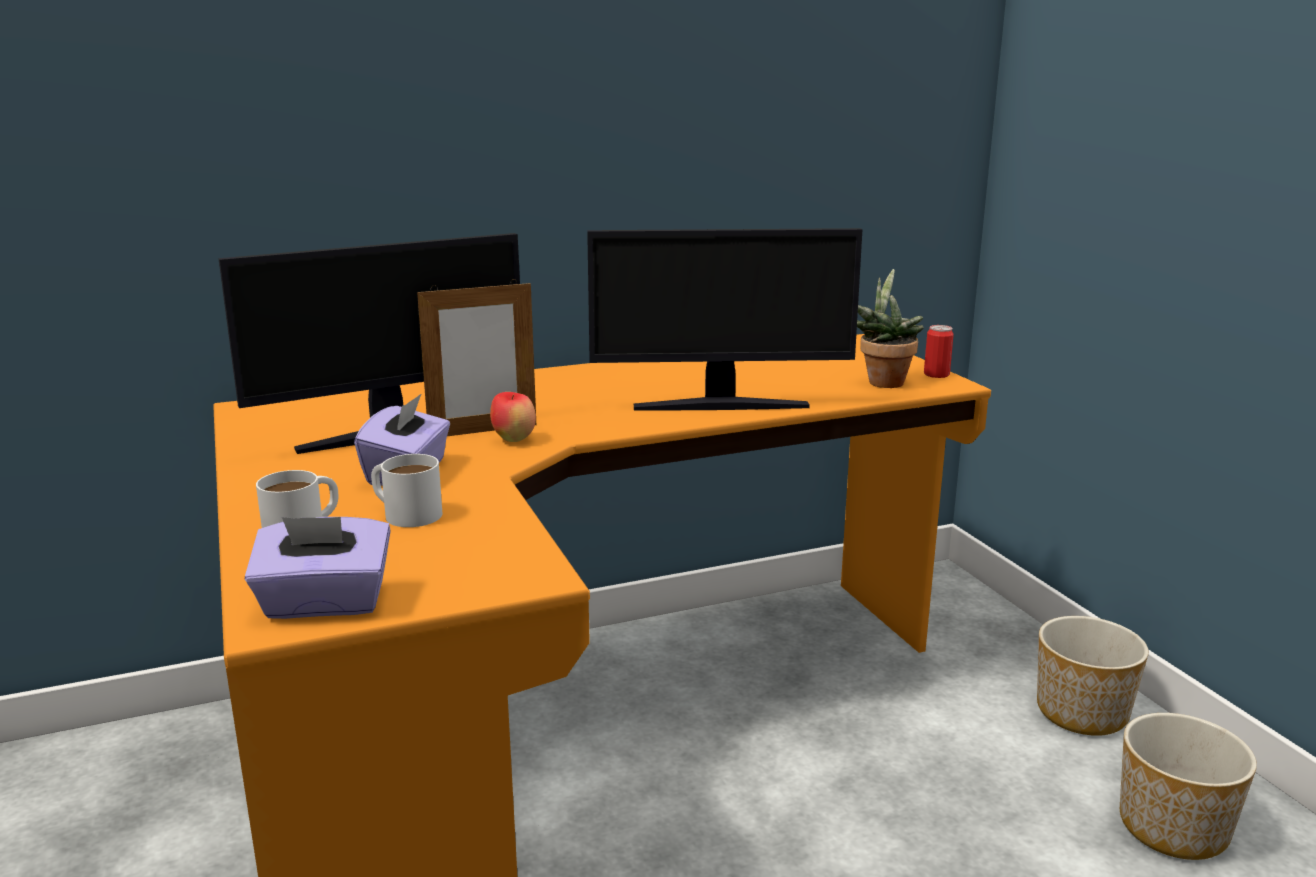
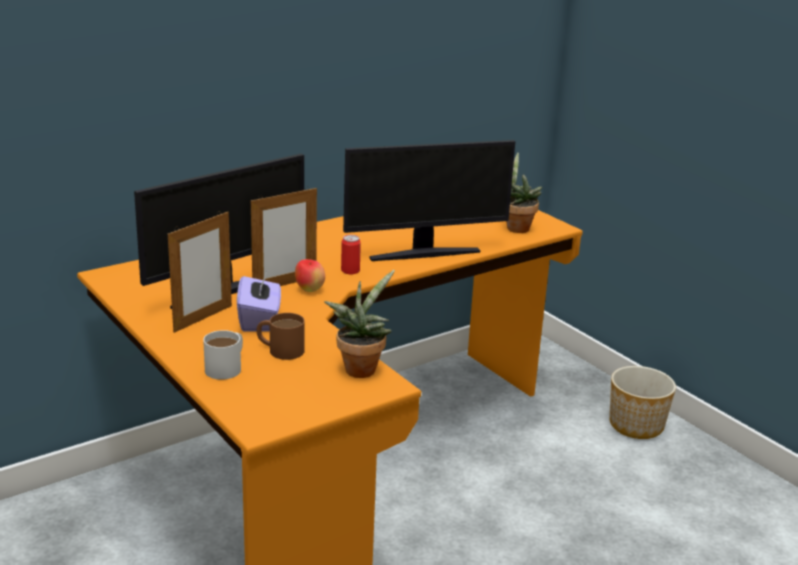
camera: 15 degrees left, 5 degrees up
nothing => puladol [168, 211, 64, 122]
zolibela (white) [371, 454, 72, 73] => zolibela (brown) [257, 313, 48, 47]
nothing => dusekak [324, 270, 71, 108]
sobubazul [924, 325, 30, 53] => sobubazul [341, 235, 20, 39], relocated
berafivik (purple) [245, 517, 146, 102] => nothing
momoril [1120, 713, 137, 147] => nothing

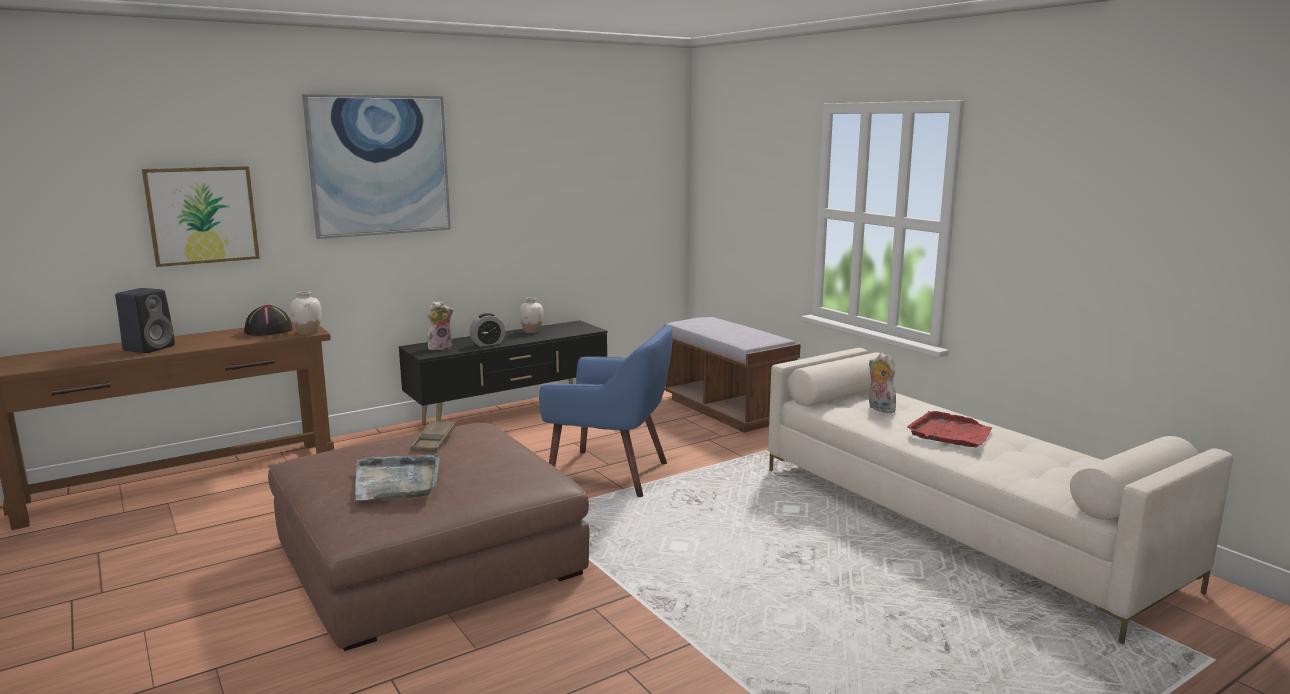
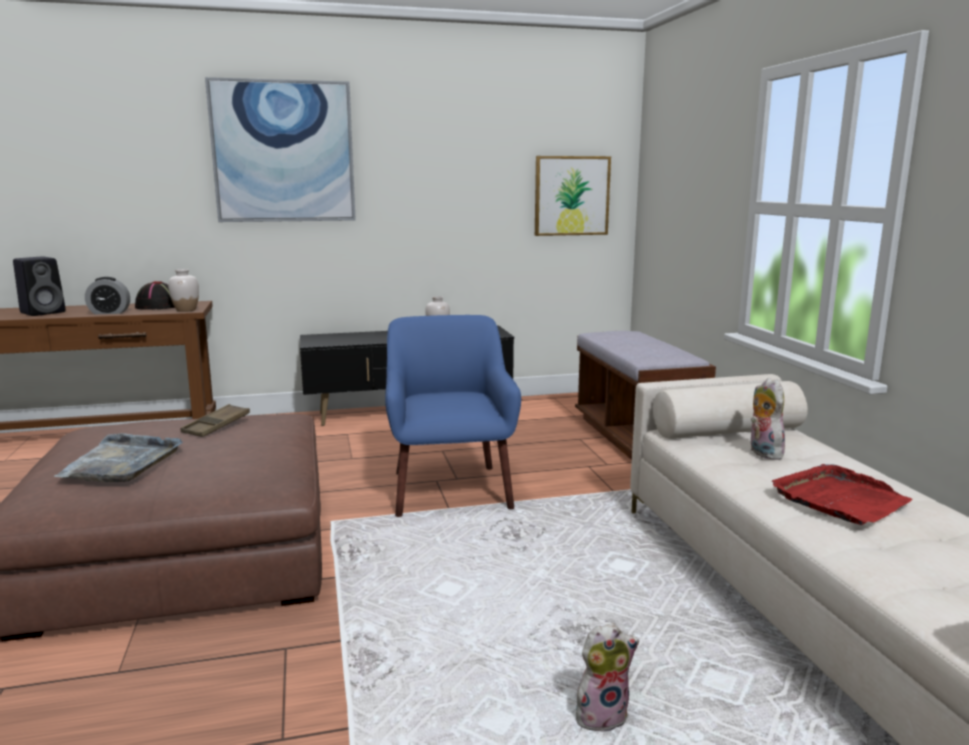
camera: 20 degrees right, 0 degrees up
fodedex [469, 313, 36, 34] => fodedex [85, 277, 45, 37], relocated
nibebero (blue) [539, 326, 134, 171] => nibebero (blue) [385, 315, 136, 202], 135 degrees counterclockwise
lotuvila [142, 166, 118, 101] => lotuvila [535, 156, 76, 80], relocated
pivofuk [427, 301, 26, 49] => pivofuk [576, 624, 63, 108], relocated

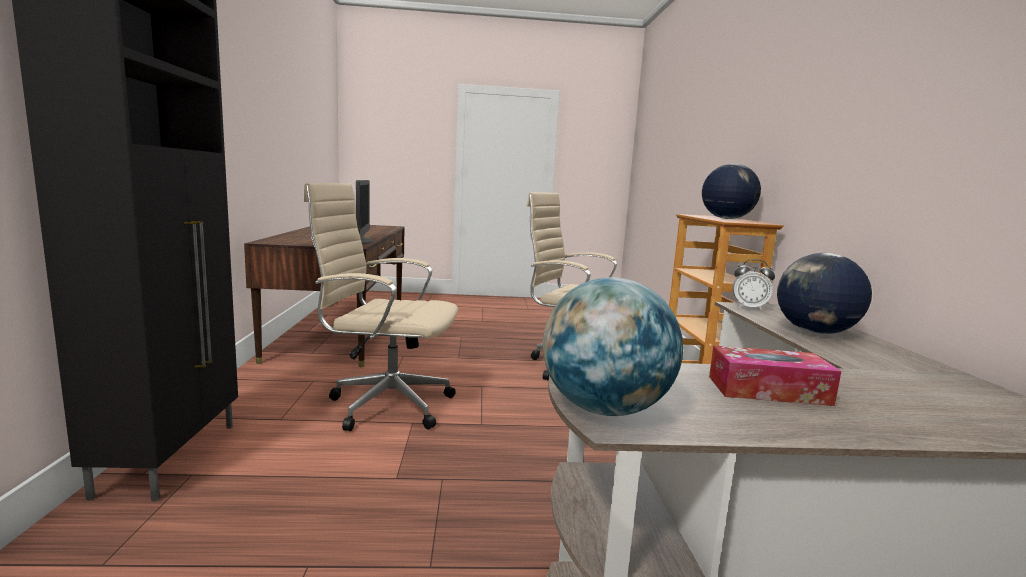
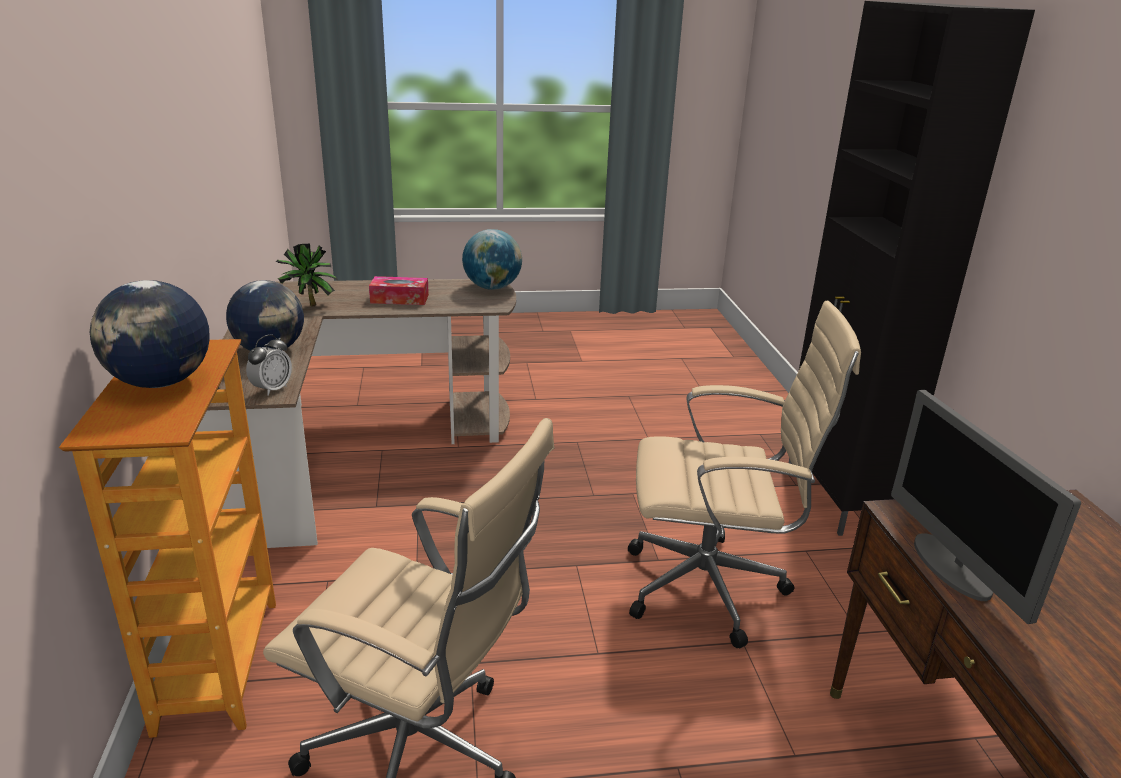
camera: 175 degrees right, 15 degrees up
fodedex [732, 259, 43, 52] => fodedex [246, 334, 46, 62], 105 degrees clockwise
nothing => dusekak [276, 244, 62, 63]

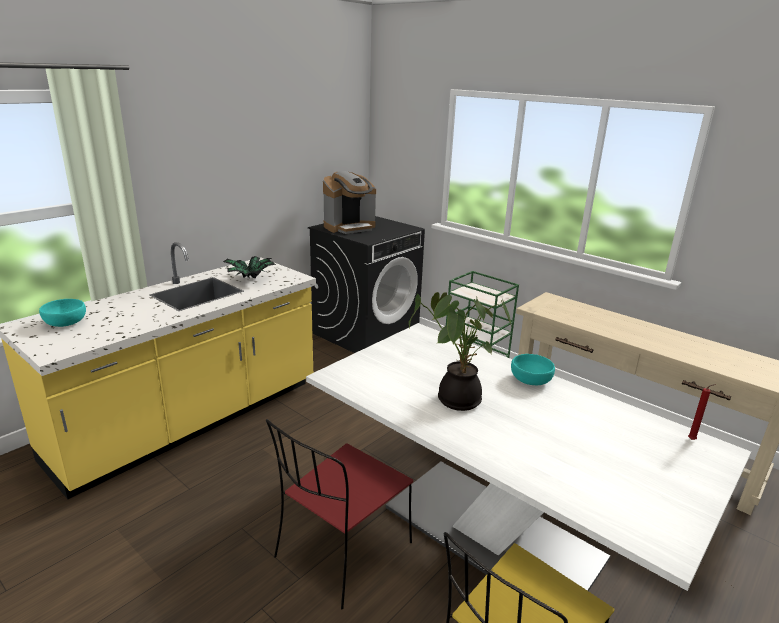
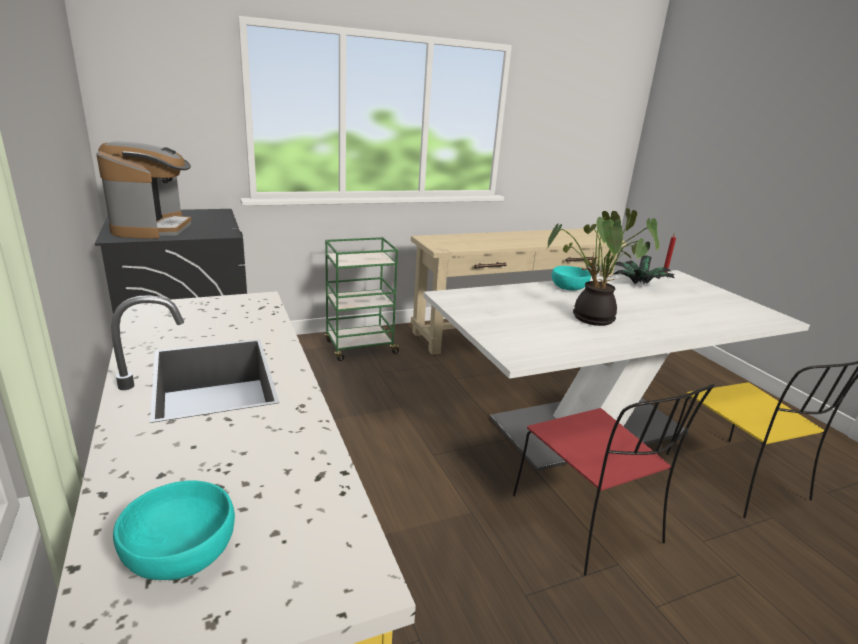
camera: 65 degrees left, 0 degrees up
dusekak [223, 256, 53, 23] => dusekak [614, 255, 61, 29], relocated

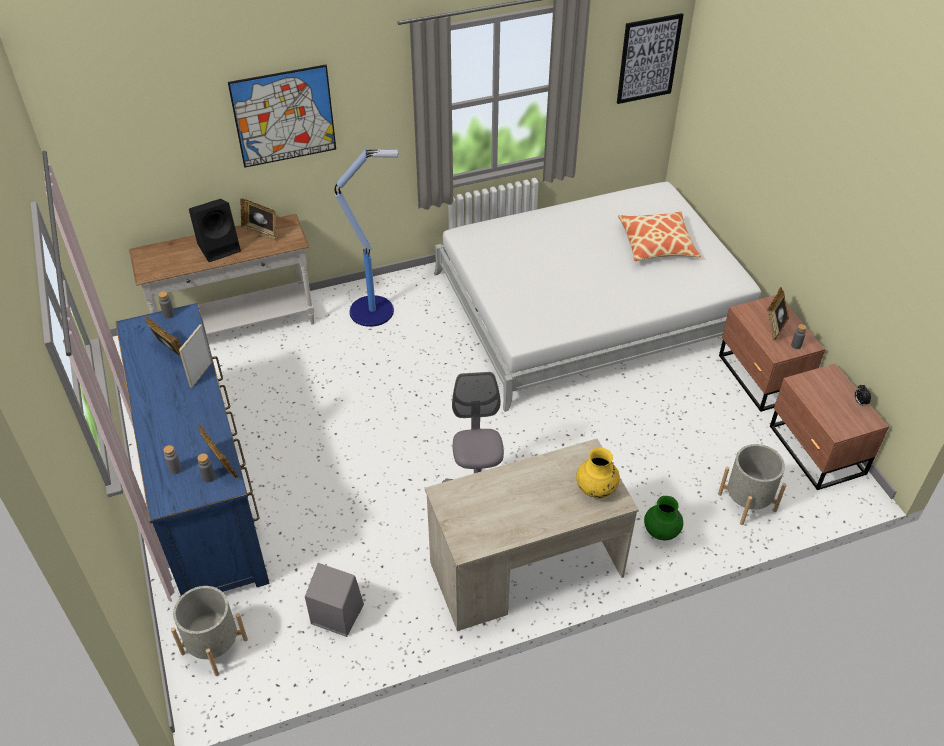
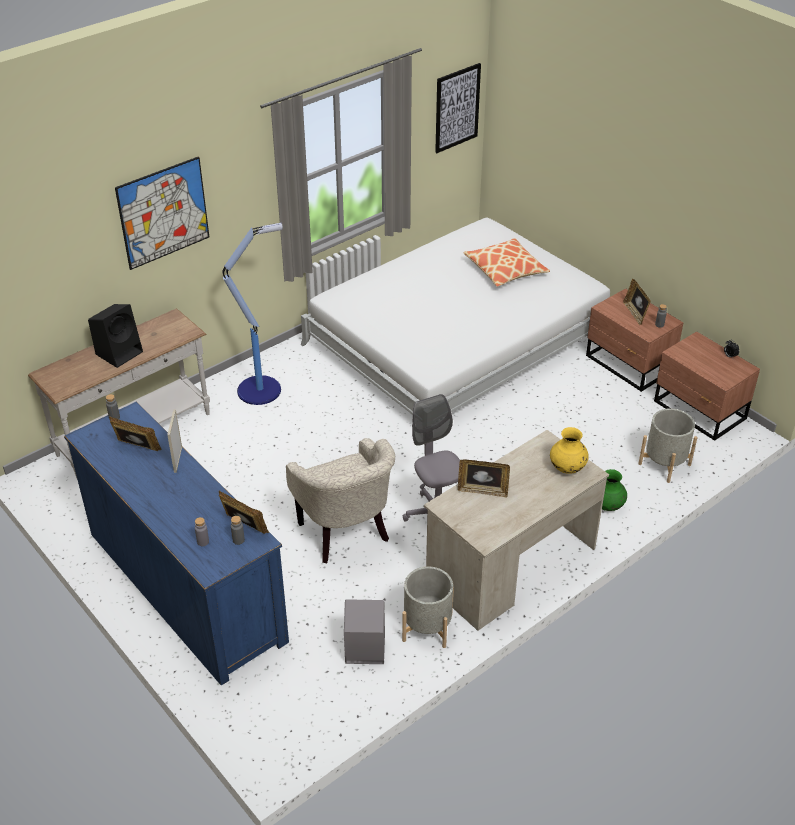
camera: 20 degrees left, 5 degrees down
nothing => nibebero (beige) [286, 438, 109, 125]
momoril (grey) [171, 586, 77, 90] => momoril (grey) [402, 566, 52, 82], relocated
puladol [240, 199, 37, 42] => puladol [458, 460, 52, 38], relocated

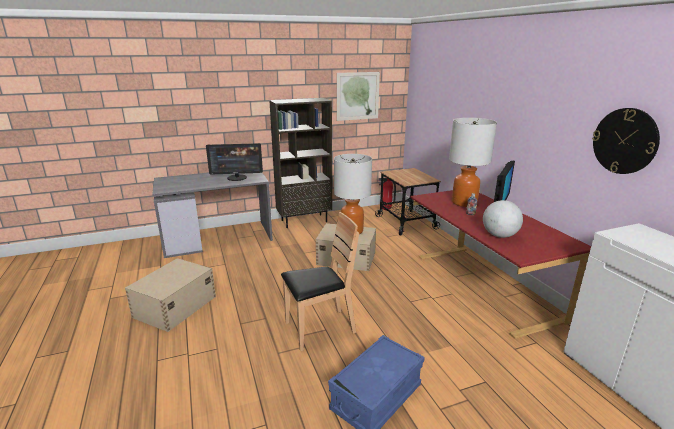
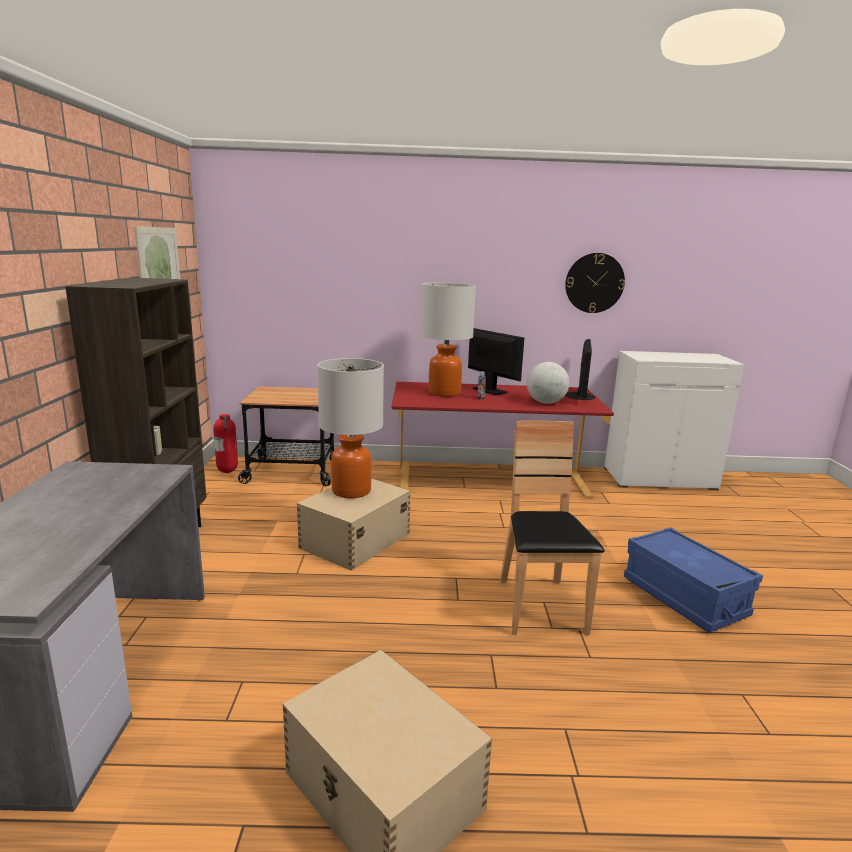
camera: 70 degrees left, 5 degrees down
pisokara [206, 143, 57, 38] => pisokara [565, 339, 30, 61], relocated

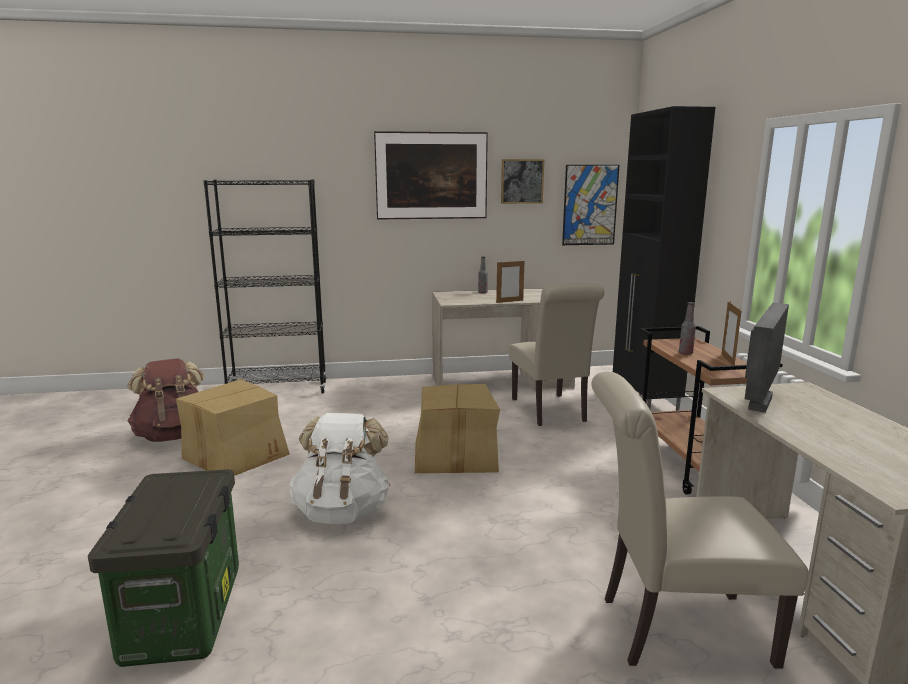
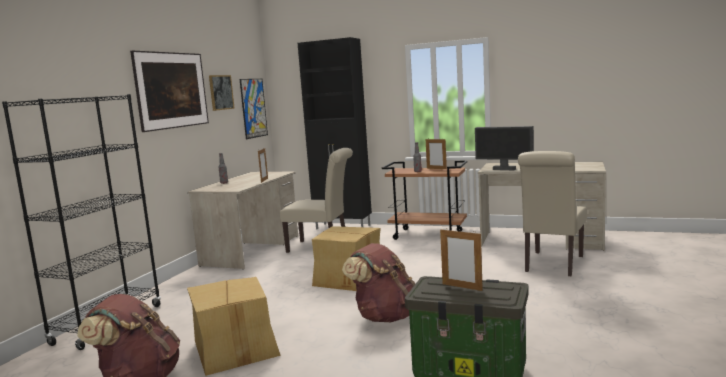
camera: 60 degrees left, 5 degrees down
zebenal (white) [290, 413, 100, 111] => zebenal (brown) [342, 243, 73, 79]
nothing => puladol [440, 228, 43, 63]
pisokara [745, 303, 44, 110] => pisokara [475, 126, 59, 44], 150 degrees clockwise

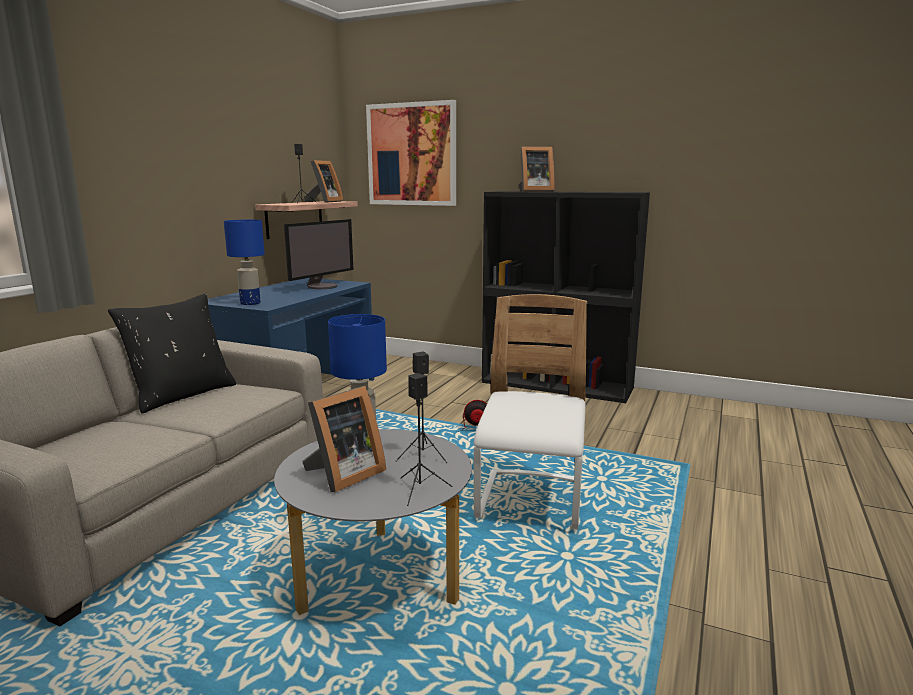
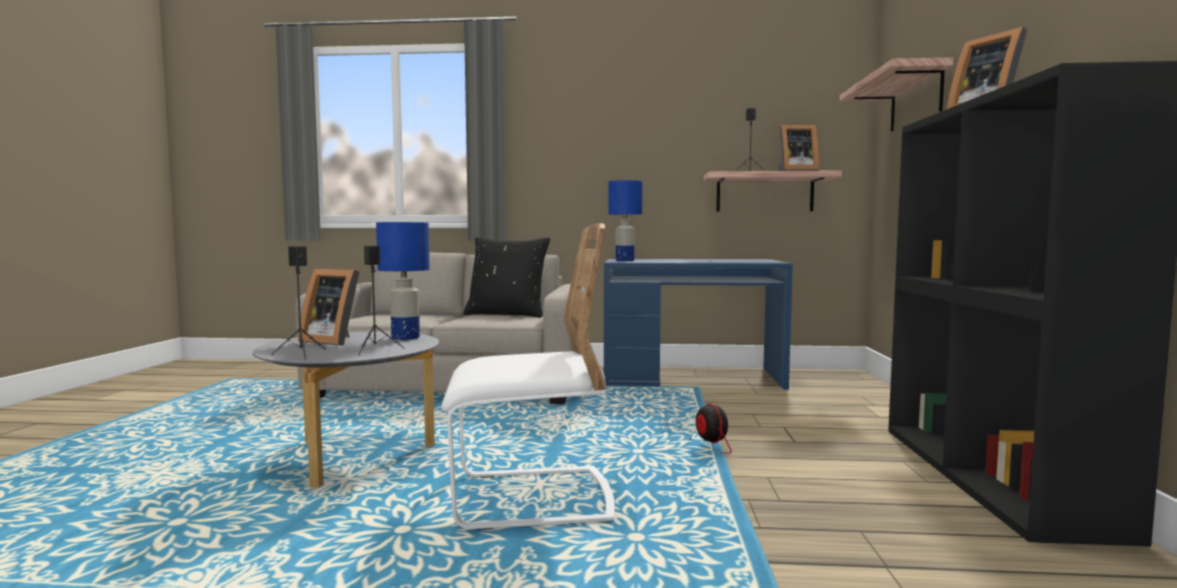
camera: 70 degrees right, 10 degrees down
lotuvila [366, 100, 90, 106] => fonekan [840, 57, 114, 74]
pisokara [284, 219, 70, 70] => nothing

